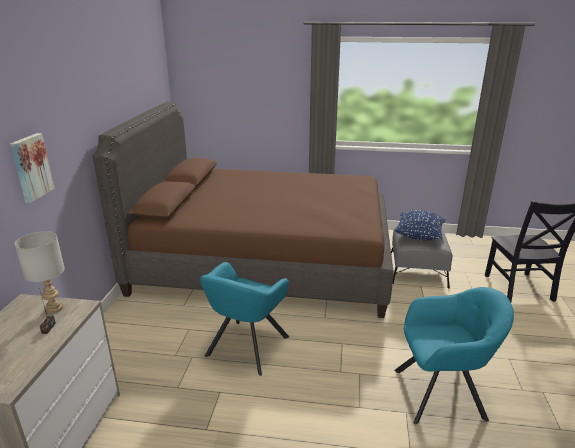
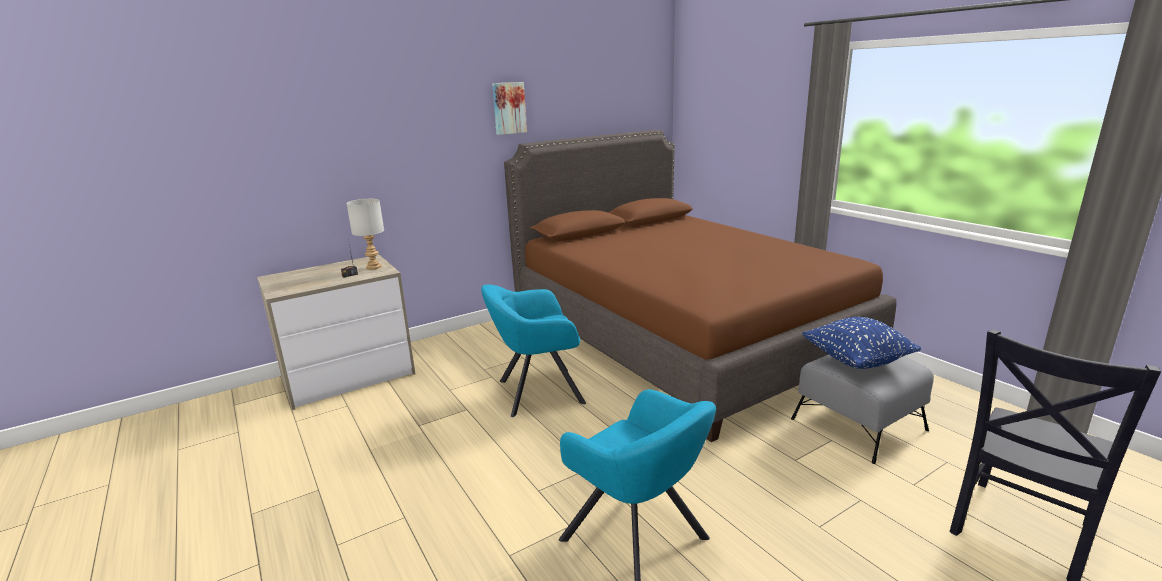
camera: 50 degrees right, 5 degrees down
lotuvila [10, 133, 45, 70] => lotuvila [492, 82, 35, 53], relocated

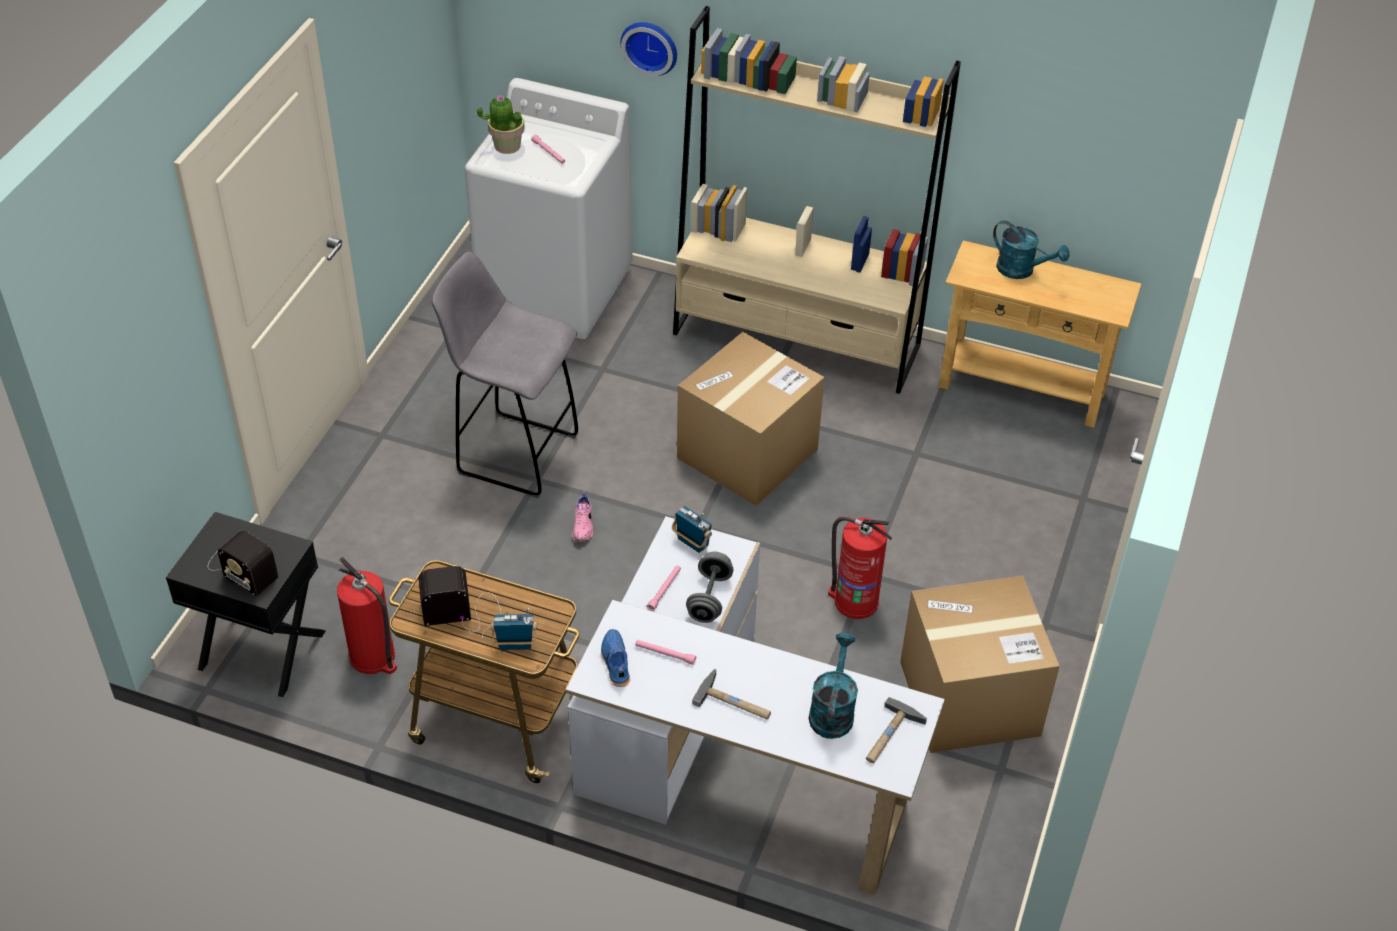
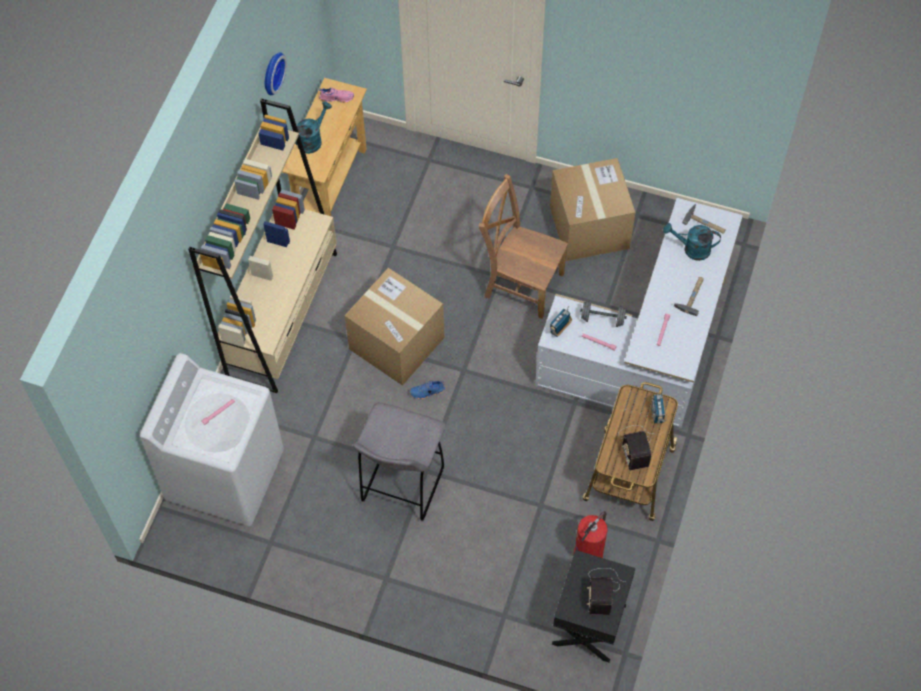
camera: 90 degrees left, 15 degrees up
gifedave [620, 22, 57, 54] => gifedave [265, 52, 22, 43], relocated
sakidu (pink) [572, 492, 22, 49] => sakidu (pink) [319, 88, 35, 15], relocated
sakidu (blue) [601, 629, 29, 58] => sakidu (blue) [409, 381, 36, 18], relocated
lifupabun [828, 516, 64, 103] => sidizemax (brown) [479, 174, 89, 145]
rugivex [208, 530, 70, 67] => rugivex [587, 568, 38, 47], 150 degrees clockwise
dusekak [477, 95, 48, 59] => nothing

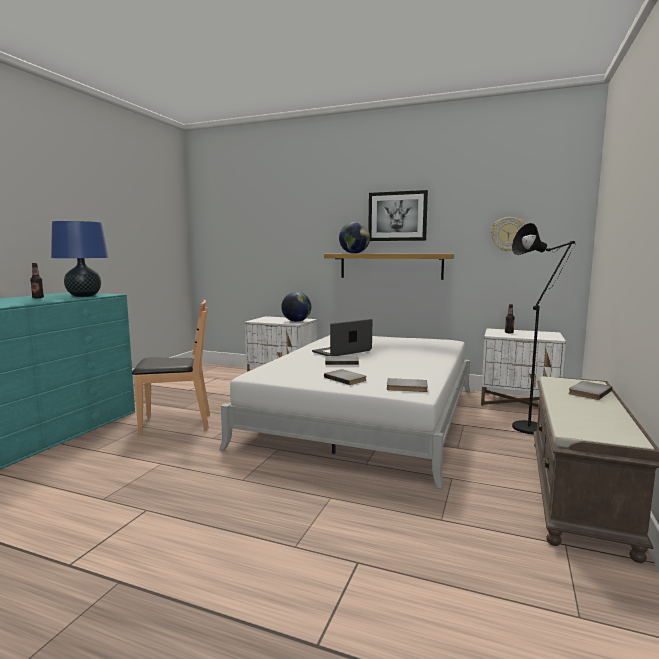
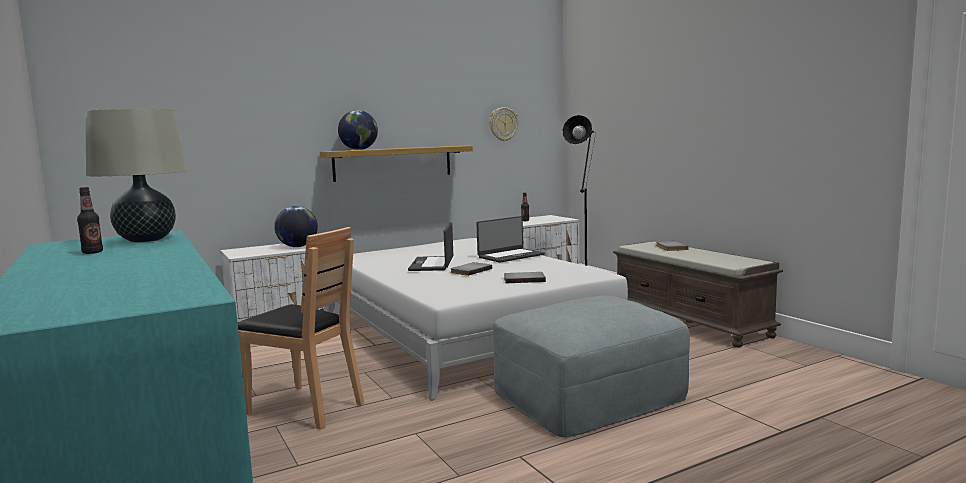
camera: 50 degrees left, 0 degrees up
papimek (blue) [51, 221, 58, 76] => papimek (beige) [85, 109, 103, 133]
sidizemax (brown) [132, 299, 78, 137] => sidizemax (brown) [238, 227, 126, 203], 90 degrees clockwise
nothing => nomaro [476, 216, 69, 47]
nothing => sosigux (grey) [493, 296, 197, 141]
lotuvila [368, 190, 60, 51] => nothing
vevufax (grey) [387, 378, 41, 14] => nothing

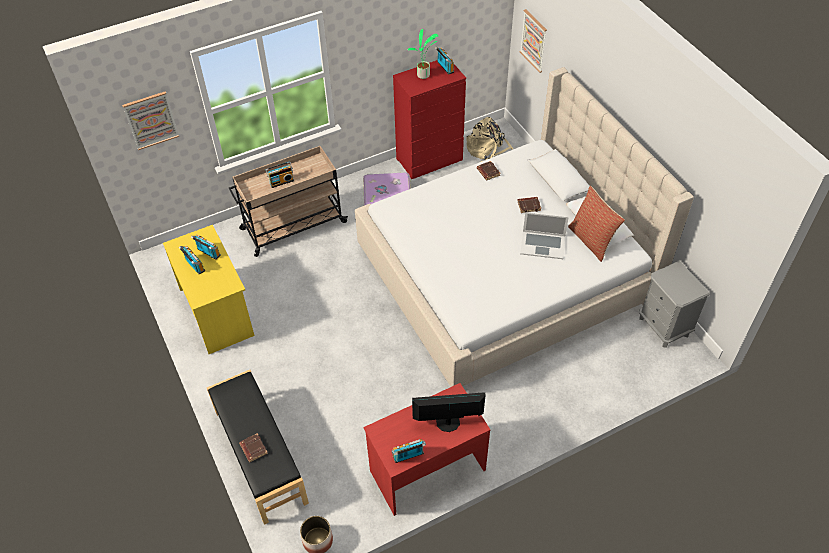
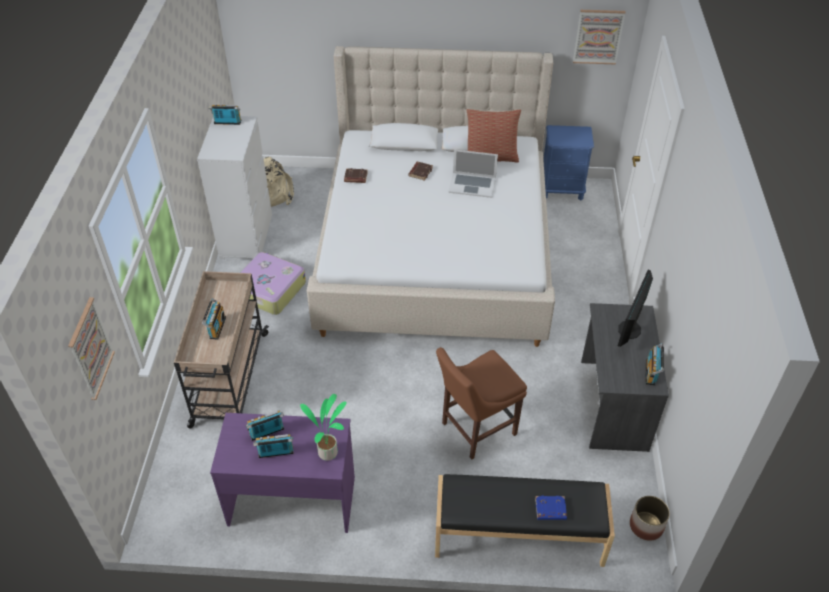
camera: 60 degrees left, 5 degrees down
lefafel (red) [393, 60, 73, 119] => lefafel (white) [197, 116, 75, 143]
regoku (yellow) [163, 225, 92, 129] => regoku (purple) [210, 413, 145, 120]
dusekak [408, 29, 30, 50] => dusekak [300, 394, 47, 67], relocated
nothing => sidizemax (brown) [436, 347, 91, 112]
nomaro [520, 212, 49, 47] => nomaro [448, 149, 50, 49], 60 degrees clockwise
vevufax (brown) [239, 433, 29, 30] => vevufax (blue) [535, 496, 32, 24]
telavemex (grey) [639, 261, 71, 87] => telavemex (blue) [543, 125, 51, 75]
lotuvila [520, 9, 27, 64] => lotuvila [573, 10, 53, 55], relocated
regoku (red) [364, 383, 127, 133] => regoku (grey) [581, 303, 88, 149]

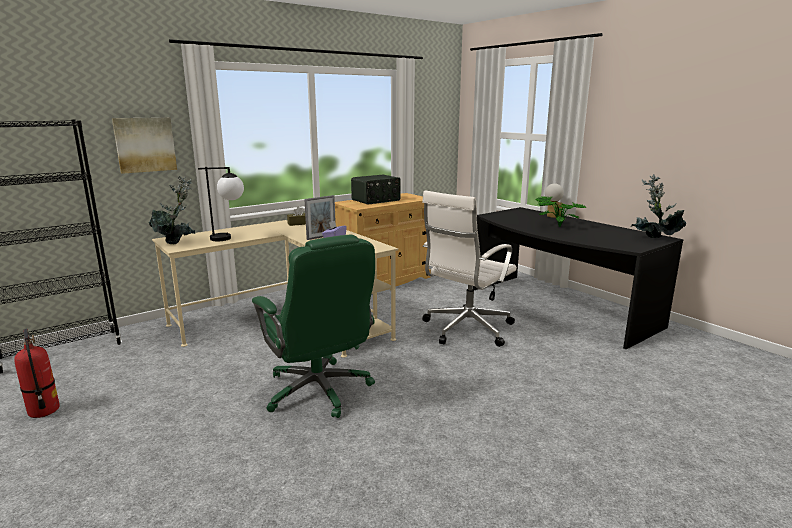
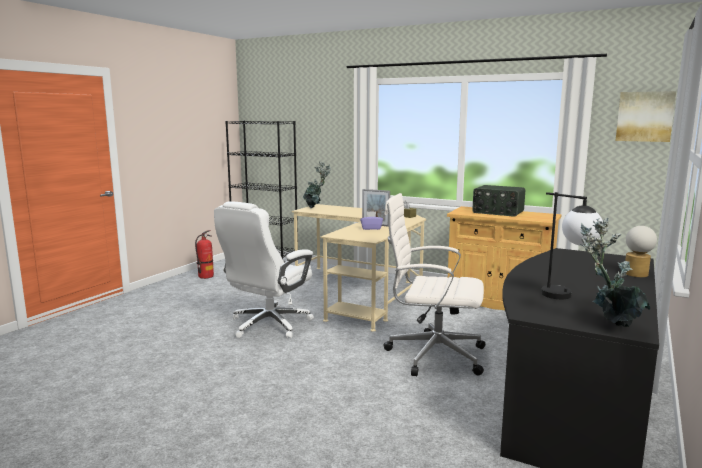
camera: 65 degrees right, 5 degrees down
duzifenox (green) [252, 235, 123, 183] => duzifenox (white) [214, 201, 100, 137]
papimek [198, 167, 46, 74] => papimek [541, 192, 62, 107], relocated
lotuvila [112, 117, 65, 57] => lotuvila [616, 91, 60, 51], relocated
dusekak [535, 196, 51, 31] => nothing

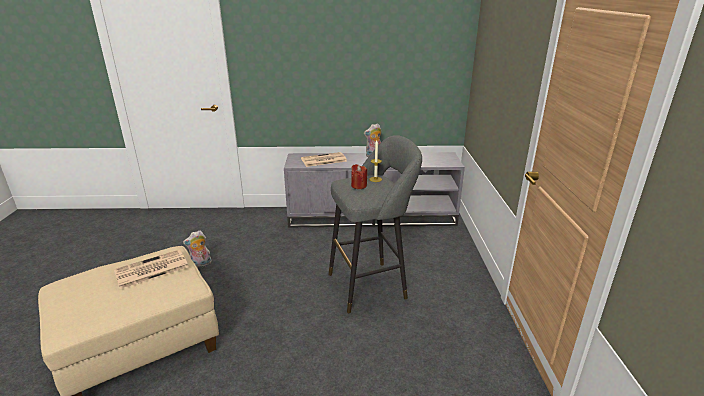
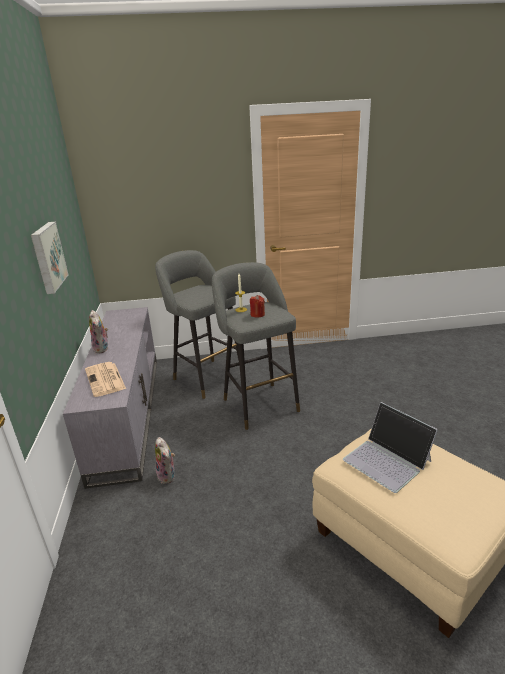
camera: 95 degrees left, 0 degrees up
nothing => lotuvila [31, 222, 37, 72]
nothing => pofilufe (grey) [155, 250, 84, 149]
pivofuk [183, 230, 29, 38] => pivofuk [155, 437, 20, 47], relocated
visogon [114, 250, 75, 39] => nomaro [343, 402, 95, 91]

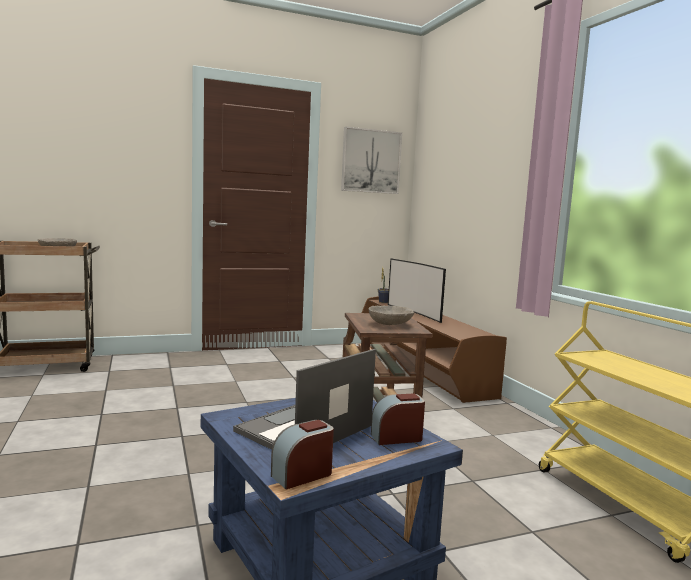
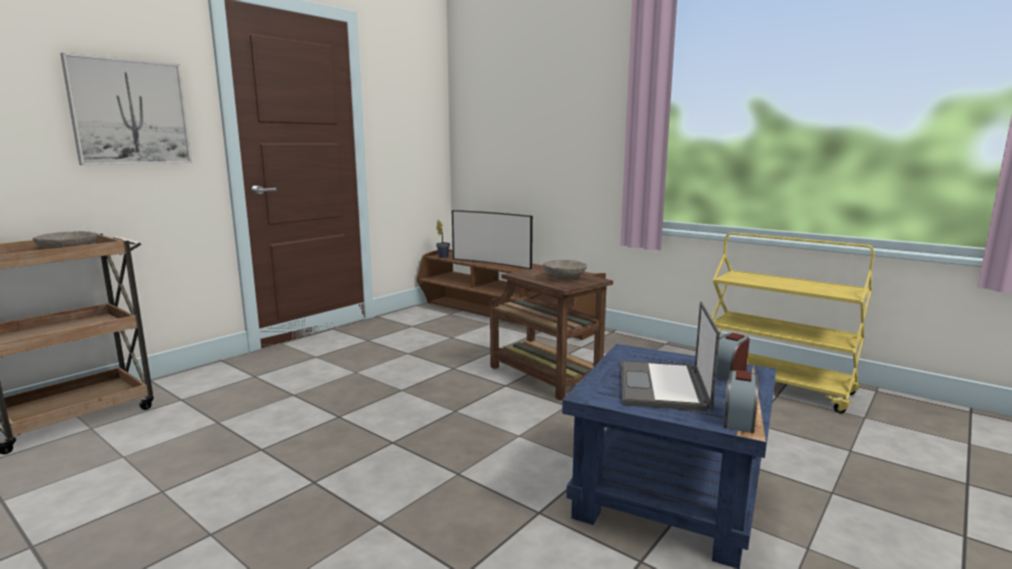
camera: 30 degrees left, 5 degrees up
lotuvila [341, 127, 61, 67] => lotuvila [60, 53, 132, 112], relocated

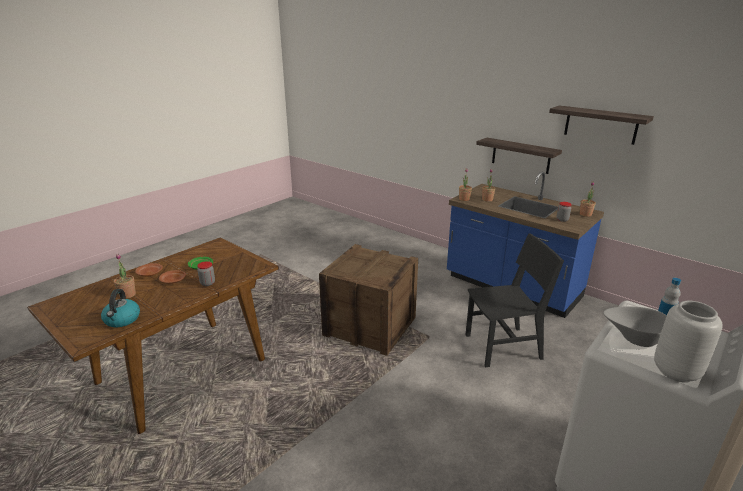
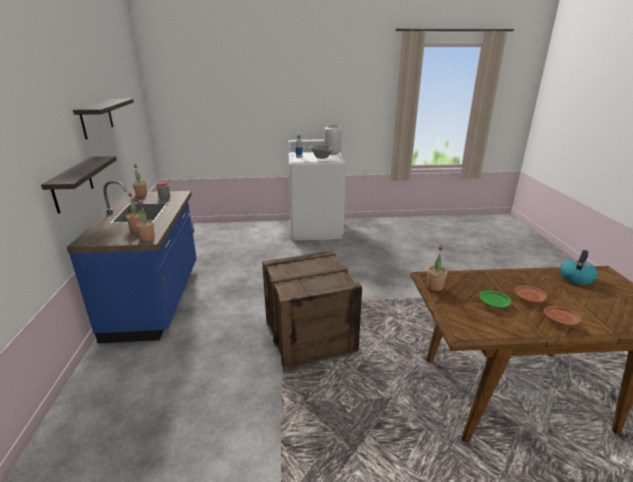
camera: 135 degrees left, 0 degrees up
dusekak [114, 254, 22, 45] => dusekak [427, 245, 20, 46], relocated
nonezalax [197, 261, 18, 25] => nothing
sidizemax (black) [465, 233, 99, 134] => nothing

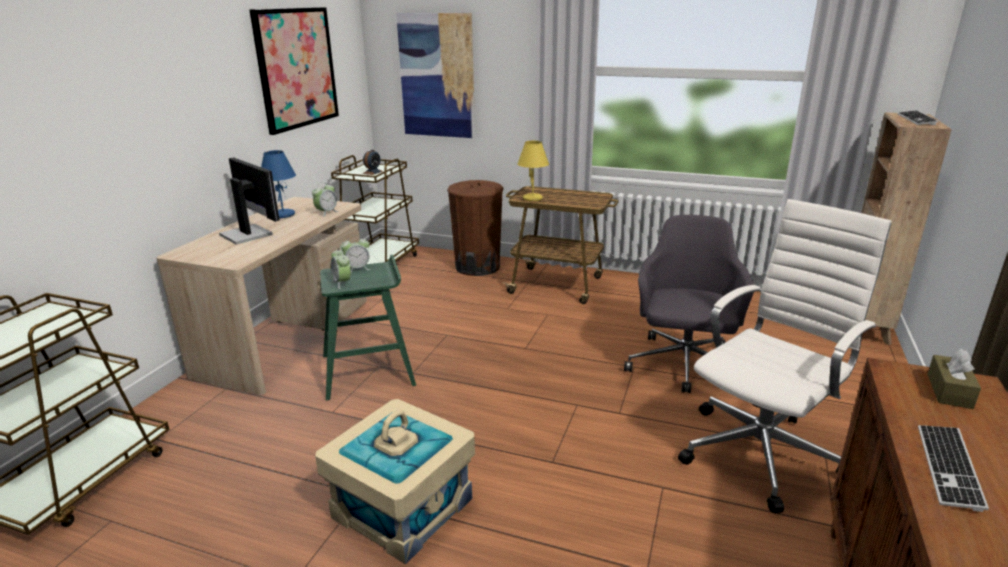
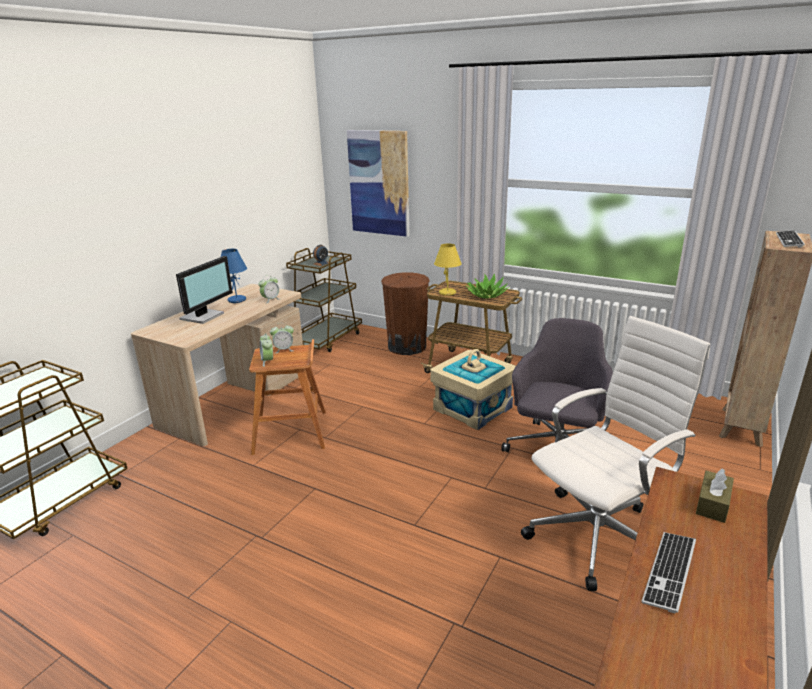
camera: 10 degrees right, 0 degrees up
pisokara [219, 158, 61, 87] => pisokara [176, 256, 57, 68], 60 degrees clockwise
pofilufe (green) [320, 255, 96, 145] => pofilufe (brown) [249, 339, 77, 116]
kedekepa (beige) [315, 399, 160, 165] => kedekepa (beige) [430, 349, 86, 81], relocated
nothing => dusekak [465, 274, 44, 25]
lotuvila [250, 7, 89, 128] => nothing

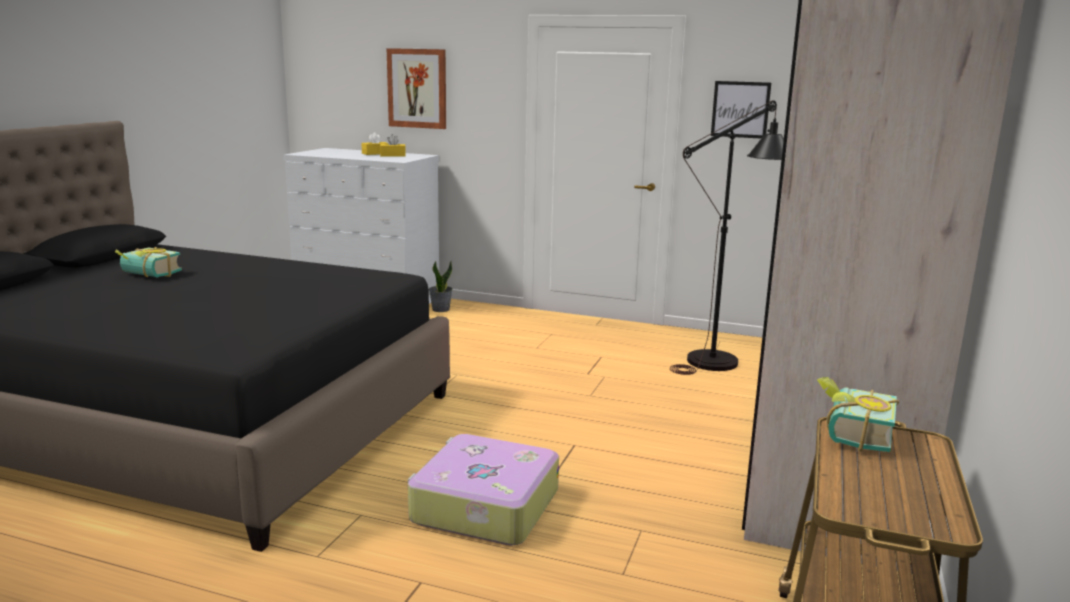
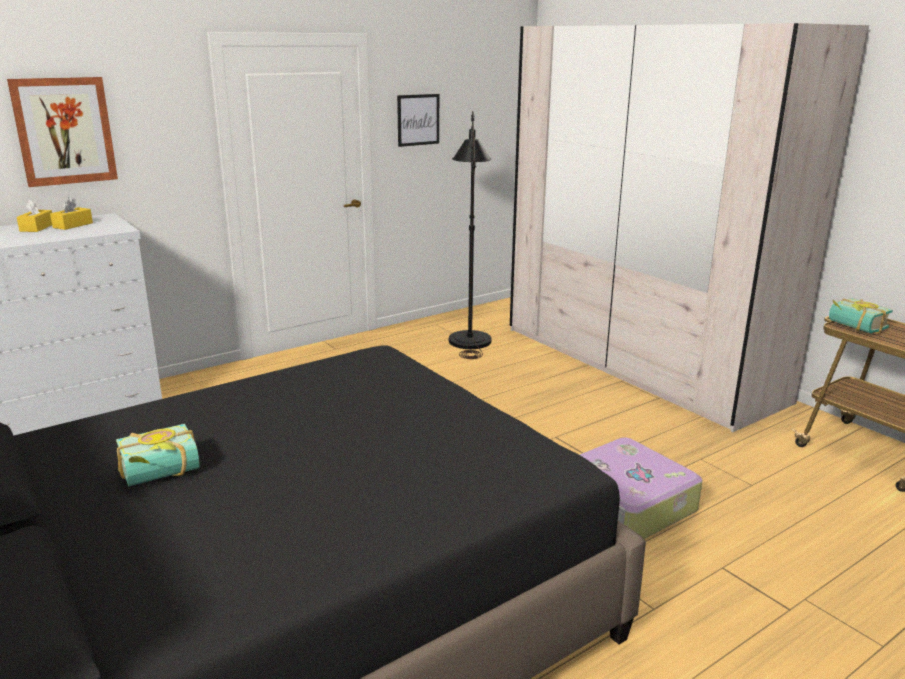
camera: 55 degrees left, 5 degrees up
dusekak [429, 261, 24, 51] => nothing

